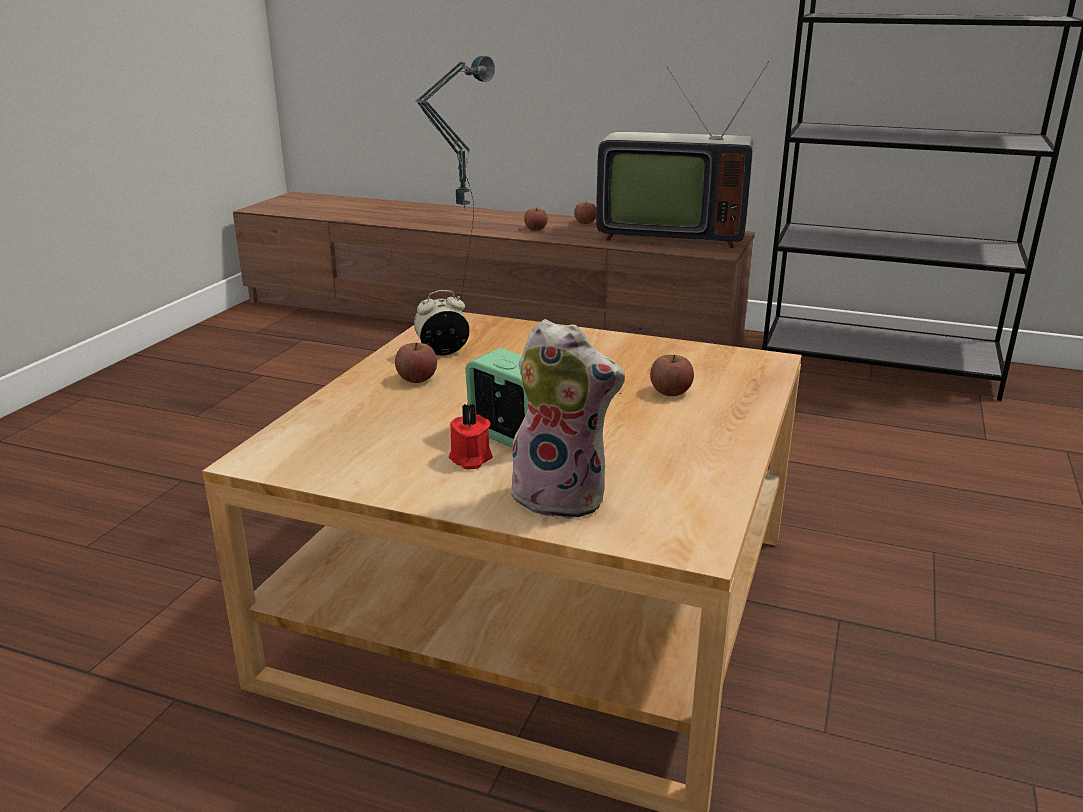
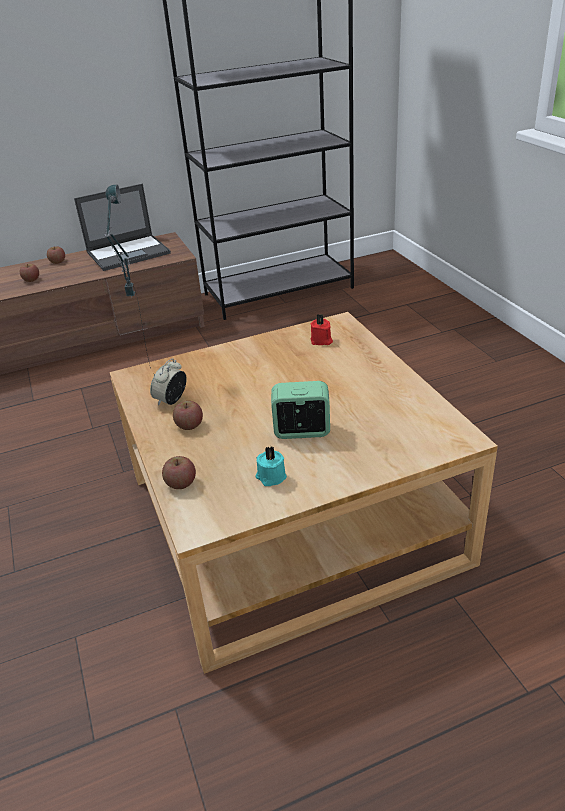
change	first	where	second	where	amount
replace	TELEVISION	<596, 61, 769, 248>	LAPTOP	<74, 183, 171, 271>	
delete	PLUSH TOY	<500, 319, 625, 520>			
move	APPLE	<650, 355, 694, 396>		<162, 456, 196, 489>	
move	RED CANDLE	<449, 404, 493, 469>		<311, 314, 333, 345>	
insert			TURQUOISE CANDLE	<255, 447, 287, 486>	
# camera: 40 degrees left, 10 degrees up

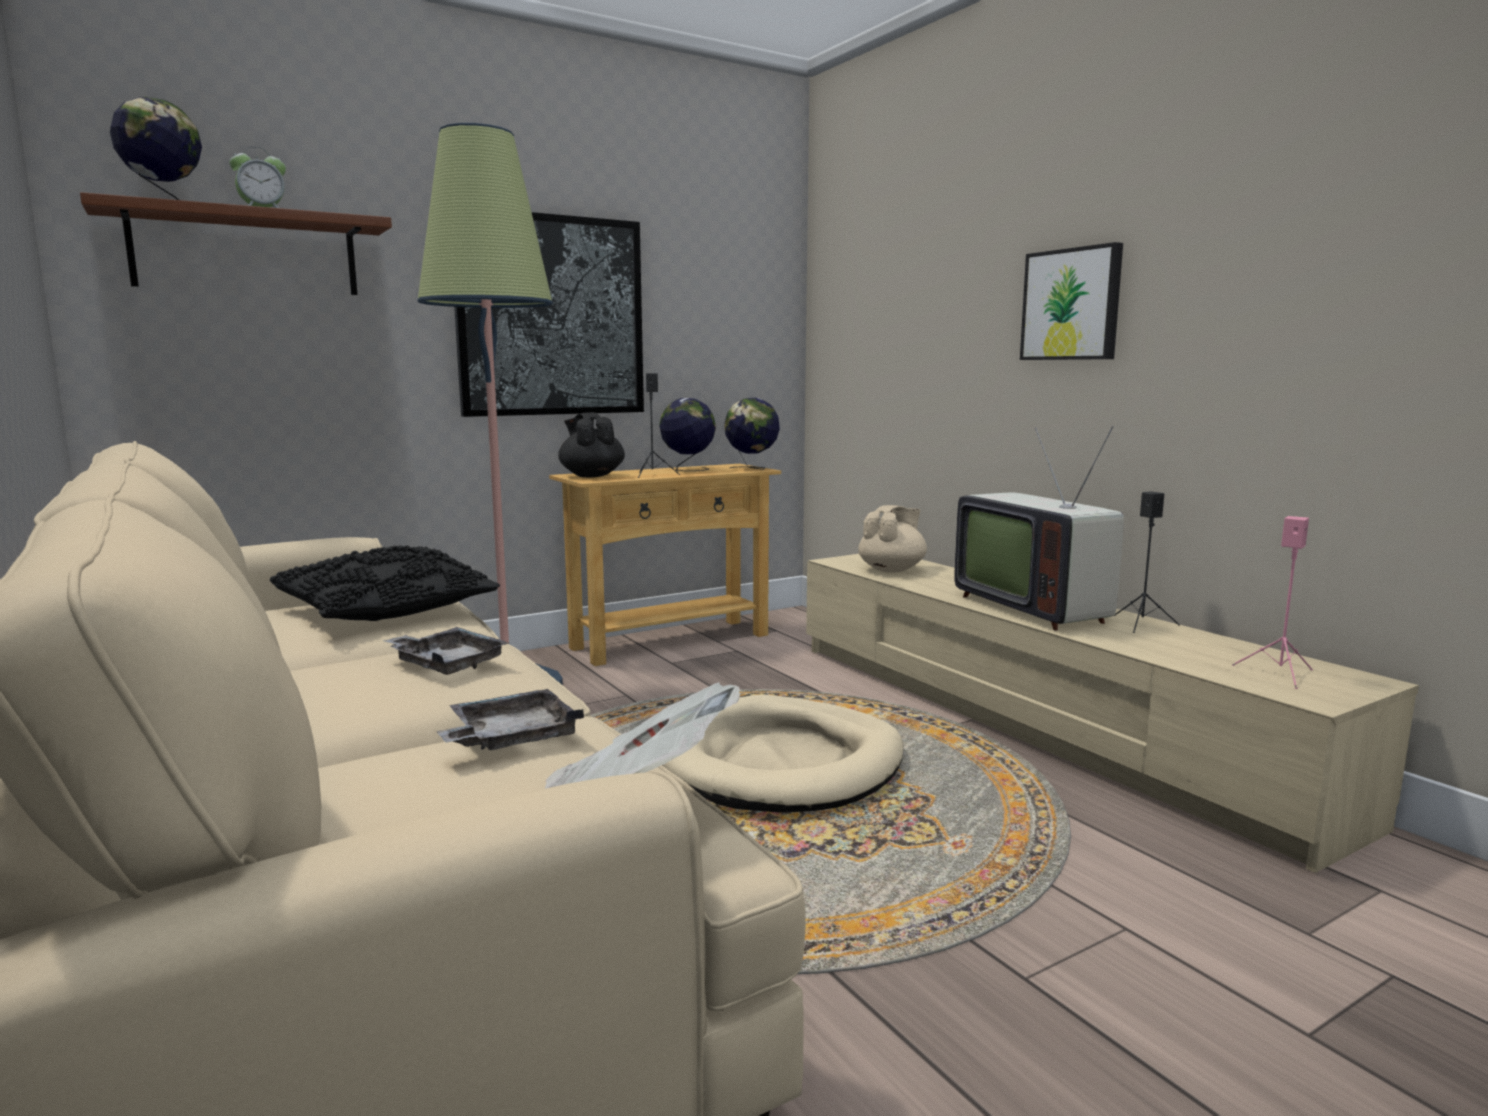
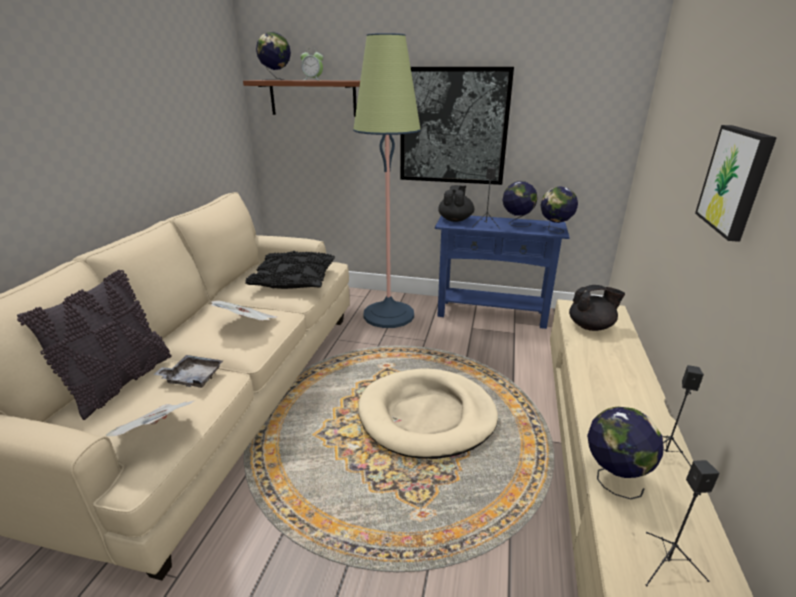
change	first	where	second	where	amount
delete	TELEVISION	<954, 426, 1124, 631>			
recolor	BEIGE CONSOLE TABLE	<549, 464, 781, 666>	BLUE CONSOLE TABLE	<435, 216, 570, 329>	
recolor	BEIGE TEAPOT	<858, 505, 927, 572>	BLACK TEAPOT	<569, 285, 625, 331>	
recolor	PINK SPEAKER	<1232, 516, 1313, 689>	BLACK SPEAKER	<646, 460, 720, 586>	
replace	GREY TRAY	<383, 627, 508, 675>	NEWSPAPER	<210, 300, 278, 321>	
insert			BLACK PILLOW	<17, 270, 171, 420>	
insert			GLOBE	<587, 407, 664, 499>	
# camera: 45 degrees right, 15 degrees up

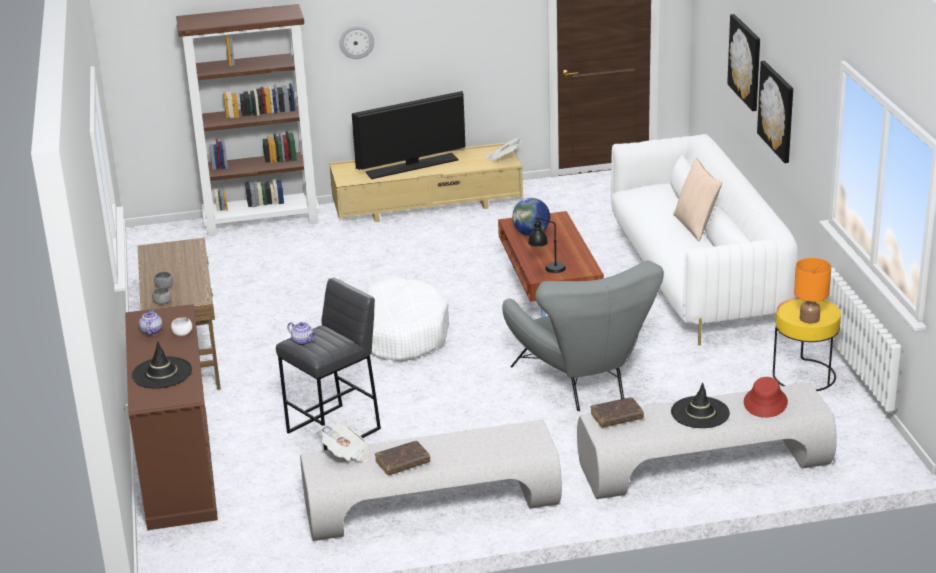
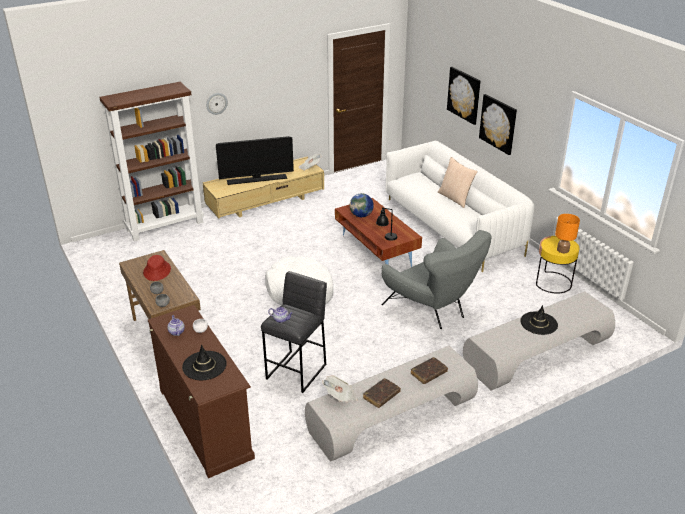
change	first	where	second	where	amount
rotate	TELEVISION	<352, 91, 466, 179>		<216, 136, 294, 185>	150 degrees counterclockwise
move	RED HAT	<744, 377, 788, 418>		<143, 255, 171, 281>	
move	BROWN BOOK	<590, 397, 644, 427>		<411, 357, 448, 384>	
# camera: 20 degrees left, 5 degrees up

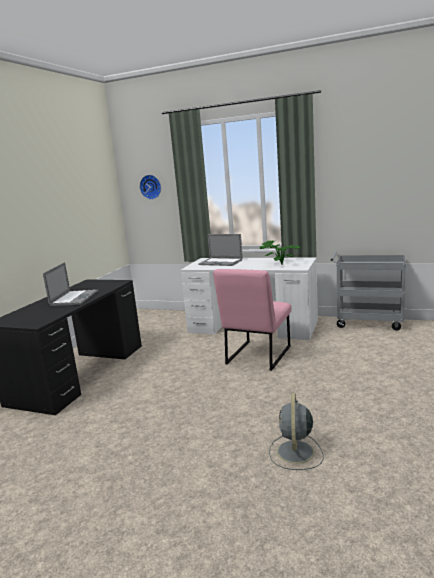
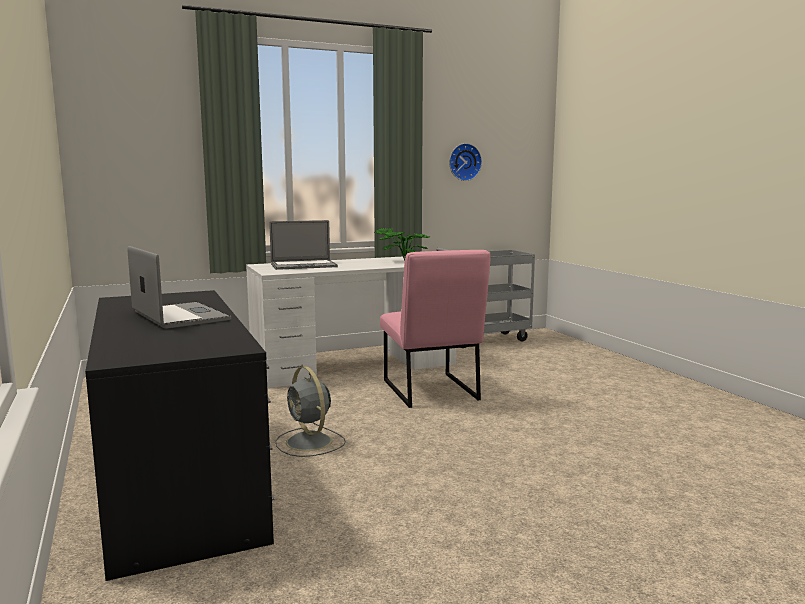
change	first	where	second	where	amount
move	WALL CLOCK	<140, 175, 161, 200>		<449, 143, 482, 181>	
move	GREY FAN	<269, 393, 324, 470>		<276, 366, 346, 457>	
# camera: 45 degrees left, 5 degrees down

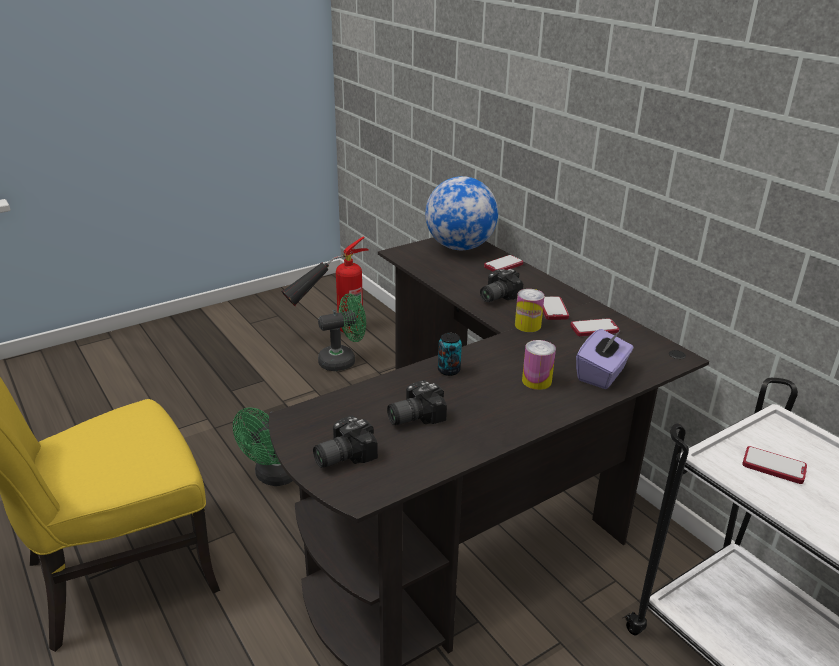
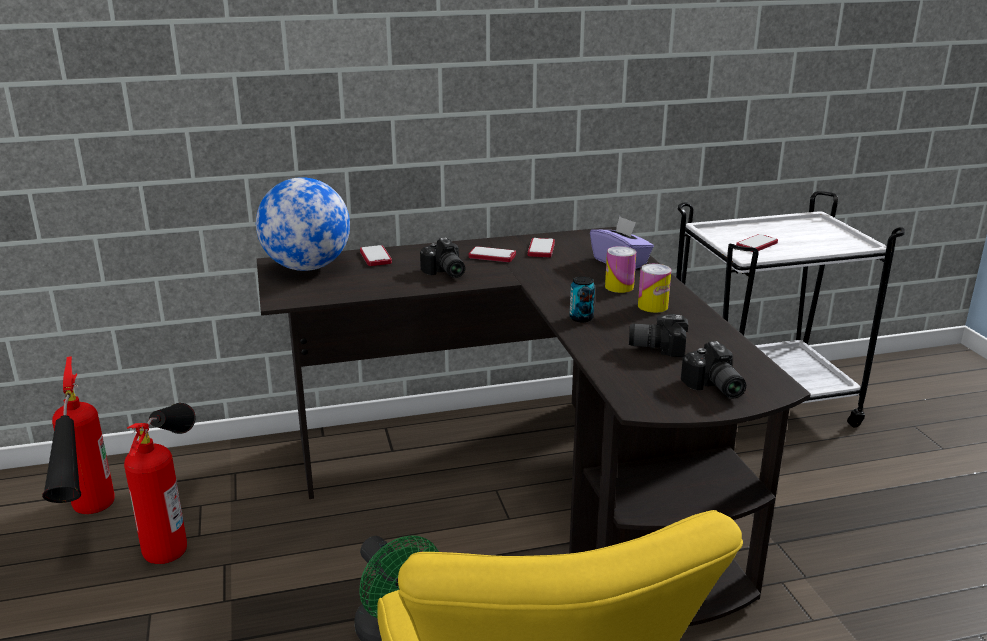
change	first	where	second	where	amount
move	CAN	<515, 289, 544, 332>		<638, 264, 671, 313>	
replace	GREEN FAN	<318, 294, 366, 371>	FIRE EXTINGUISHER	<124, 403, 196, 564>	
rotate	PHOTO CAMERA	<387, 380, 447, 425>		<629, 314, 688, 357>	105 degrees clockwise
# camera: 70 degrees left, 5 degrees down

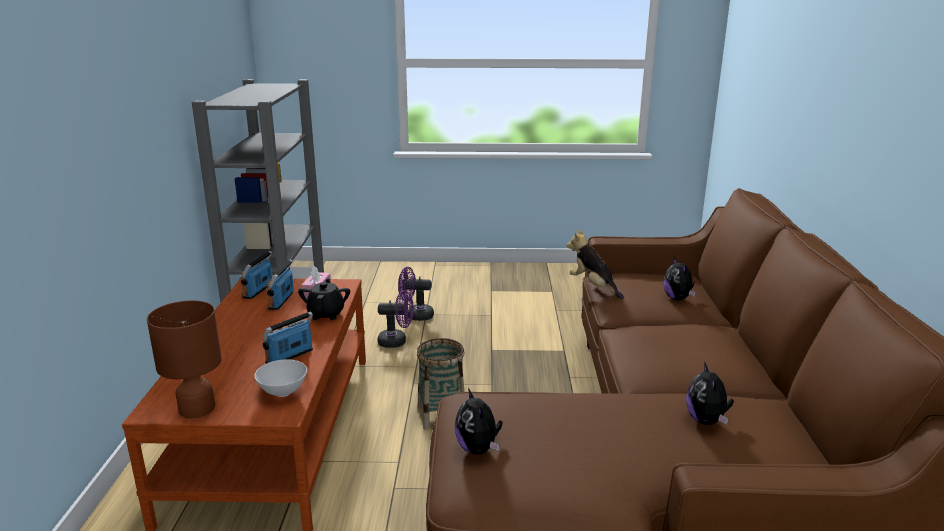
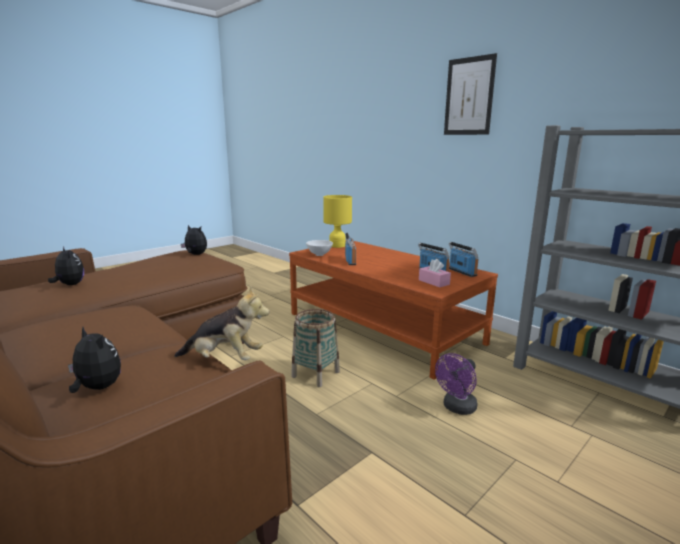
change	first	where	second	where	amount
delete	PURPLE FAN	<398, 267, 434, 321>			
delete	BLACK TEAPOT	<298, 279, 350, 320>			
recolor	BROWN TABLE LAMP	<147, 300, 222, 418>	YELLOW TABLE LAMP	<323, 195, 352, 248>	
insert			PICTURE	<444, 53, 497, 135>	
# camera: 135 degrees right, 5 degrees down

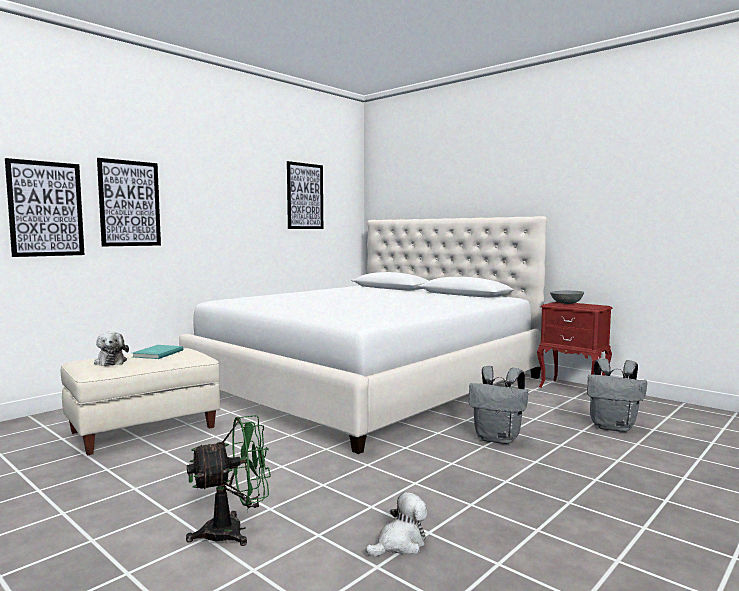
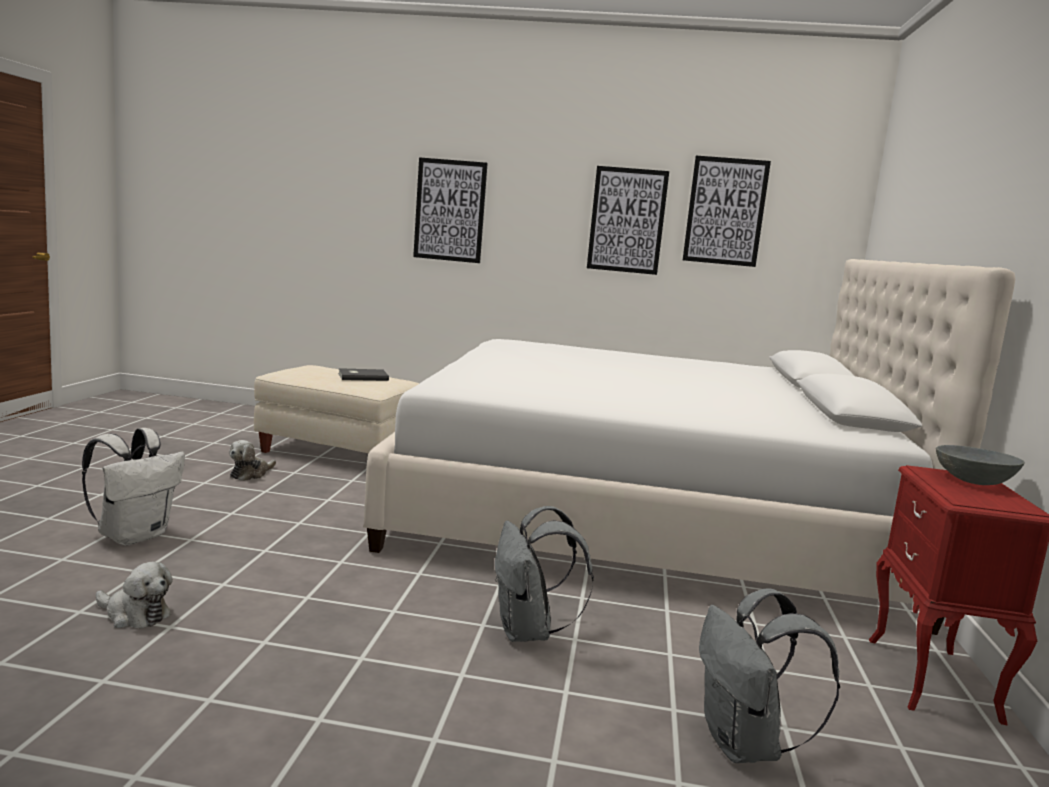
change	first	where	second	where	amount
move	PICTURE	<5, 158, 84, 257>		<587, 166, 669, 275>	
move	PLUSH TOY	<94, 332, 129, 366>		<229, 440, 276, 481>	
recolor	TURQUOISE BOOK	<133, 345, 183, 359>	GREY BOOK	<338, 368, 389, 381>	
replace	GREEN FAN	<186, 415, 271, 546>	WHITE BACKPACK	<82, 428, 185, 546>	
# camera: 55 degrees right, 5 degrees up

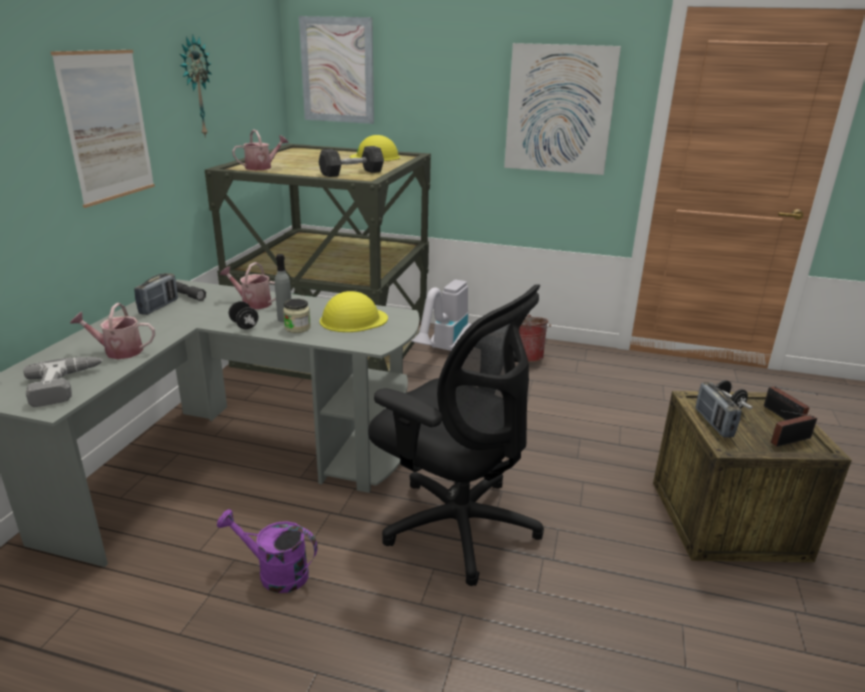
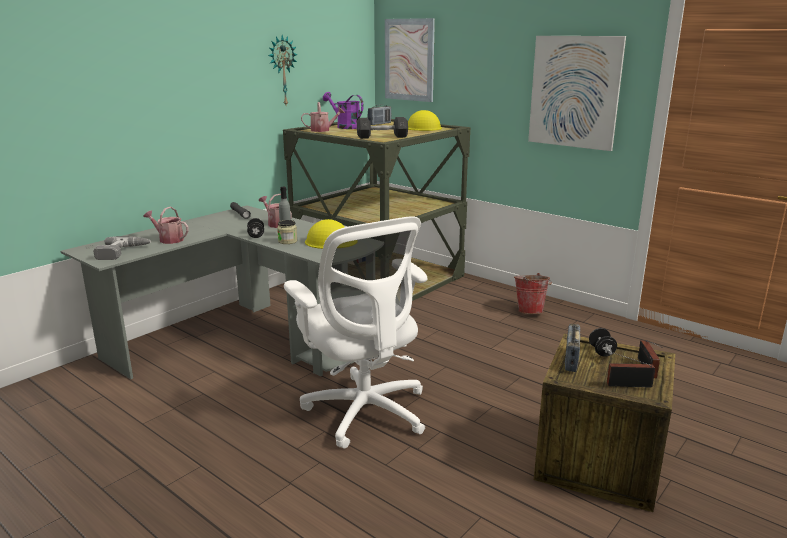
change	first	where	second	where	amount
delete	PICTURE	<50, 50, 155, 208>			
move	RADIO	<134, 273, 178, 315>		<368, 105, 392, 125>	
delete	VACUUM CLEANER	<411, 280, 472, 351>			
recolor	BLACK OFFICE CHAIR	<368, 284, 544, 586>	WHITE OFFICE CHAIR	<284, 216, 427, 449>	
move	PURPLE WATERING CAN	<217, 509, 318, 593>		<323, 92, 364, 129>	
# camera: 25 degrees right, 5 degrees down

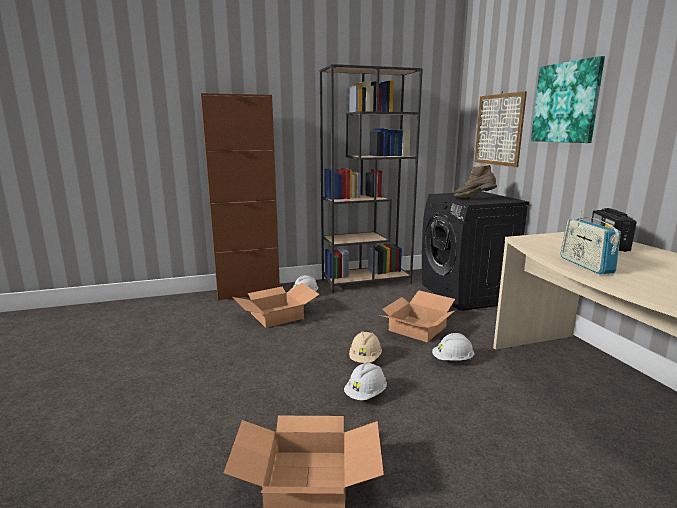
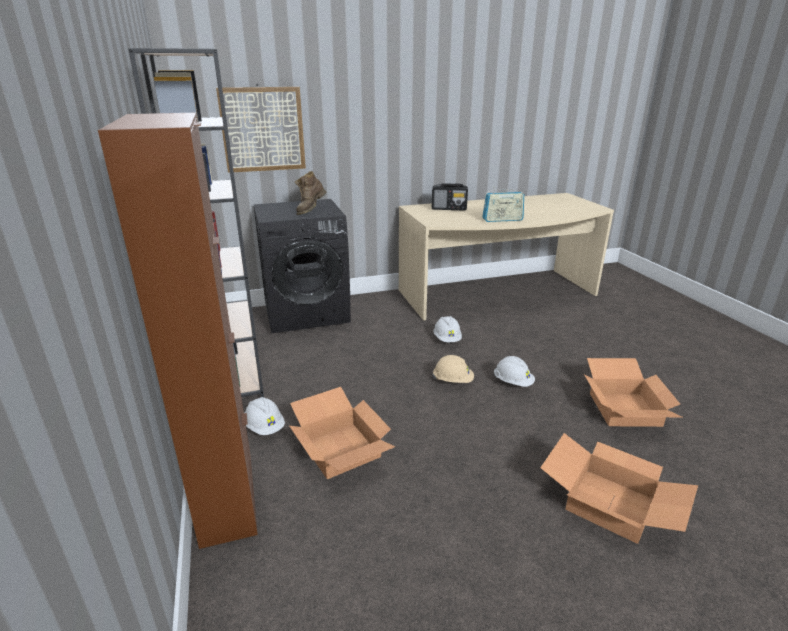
change	first	where	second	where	amount
delete	PICTURE	<531, 56, 605, 143>			
move	CARDBOARD BOX	<380, 290, 455, 342>		<540, 433, 698, 544>	
# camera: 90 degrees left, 10 degrees up

